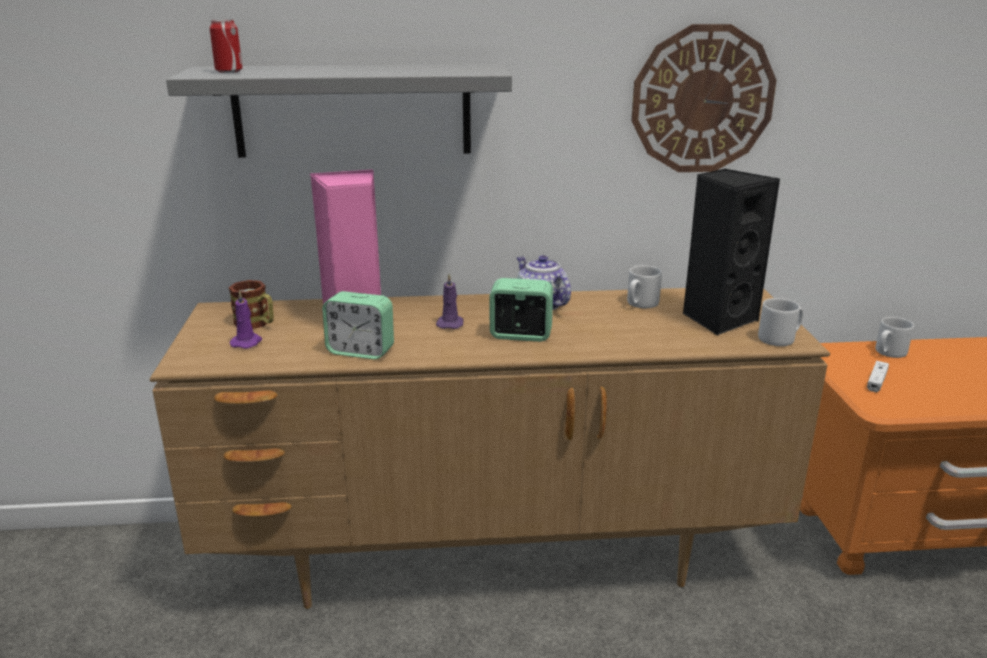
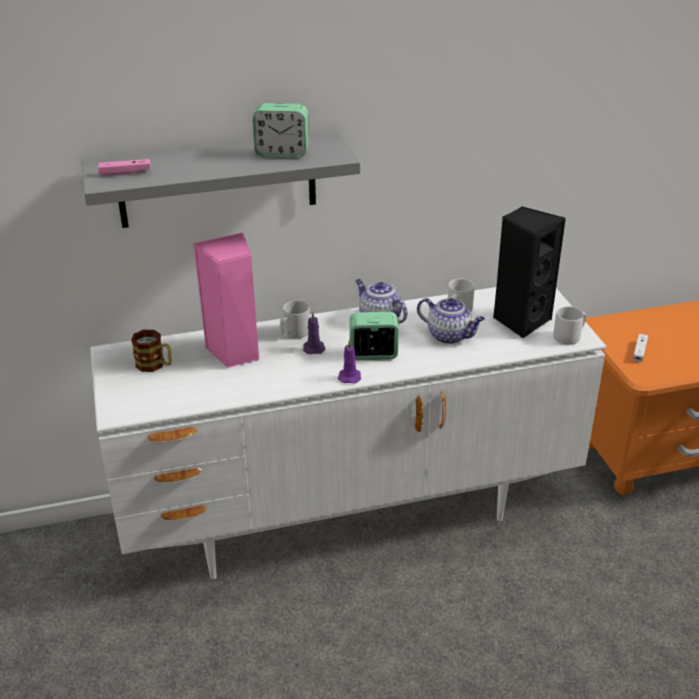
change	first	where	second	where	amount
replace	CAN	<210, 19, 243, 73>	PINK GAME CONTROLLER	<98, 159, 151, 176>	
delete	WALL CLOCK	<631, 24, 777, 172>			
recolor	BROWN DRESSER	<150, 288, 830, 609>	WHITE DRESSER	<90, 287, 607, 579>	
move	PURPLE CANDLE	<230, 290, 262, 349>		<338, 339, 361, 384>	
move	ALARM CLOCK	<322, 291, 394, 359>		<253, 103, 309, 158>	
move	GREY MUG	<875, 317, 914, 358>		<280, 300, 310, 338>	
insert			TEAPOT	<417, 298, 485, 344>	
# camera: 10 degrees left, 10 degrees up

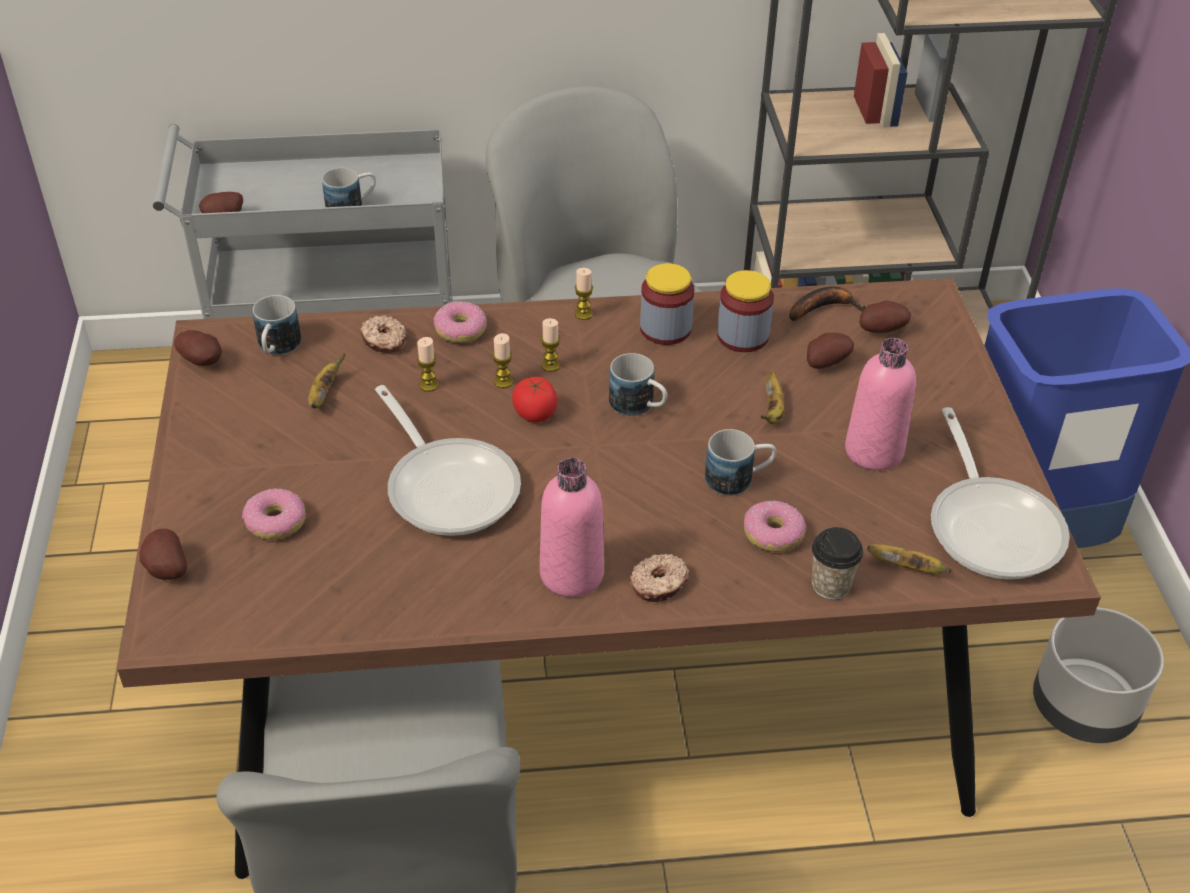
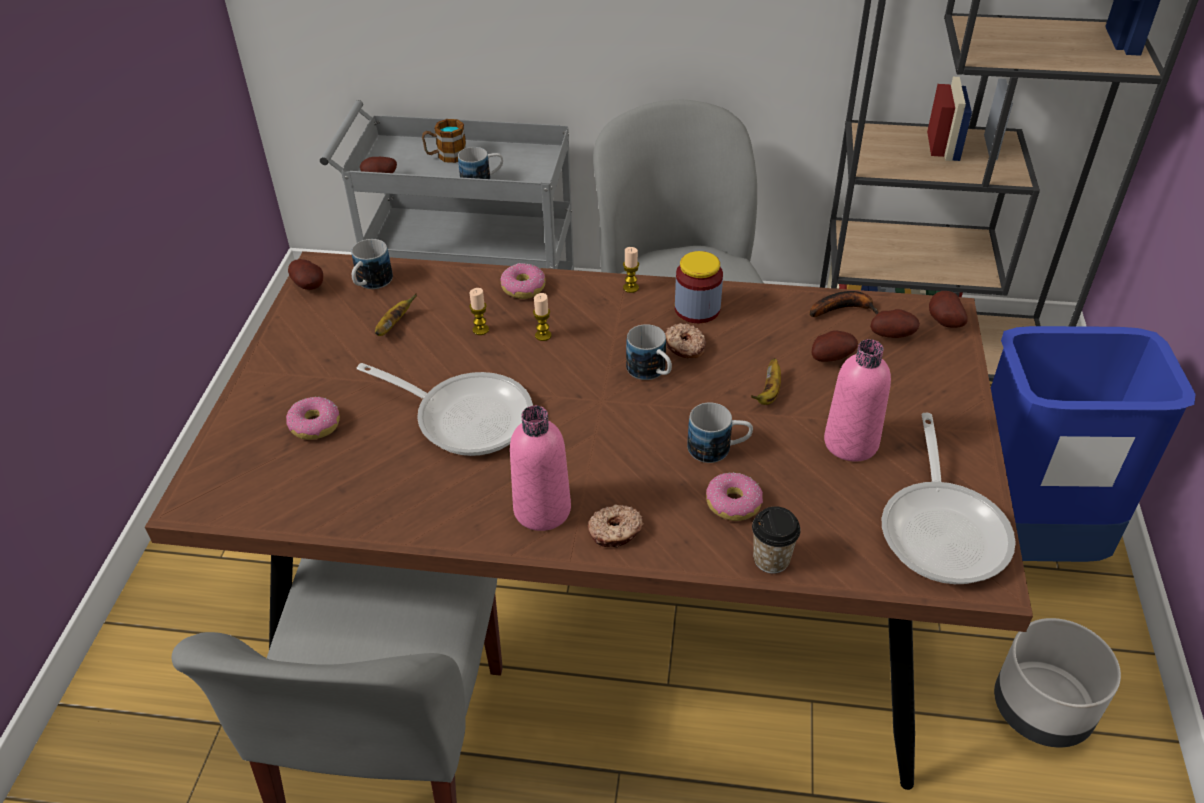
change	first	where	second	where	amount
delete	JAR	<717, 270, 774, 352>			
move	DONUT	<360, 315, 407, 353>		<665, 323, 706, 359>	
delete	CANDLE	<541, 318, 560, 372>			
delete	TOMATO	<512, 377, 558, 423>			
rotate	FRYING PAN	<375, 385, 521, 536>		<357, 363, 533, 456>	45 degrees counterclockwise
move	POTATO	<140, 529, 187, 580>		<929, 291, 968, 328>	
delete	BANANA	<867, 544, 952, 574>			
insert			MUG	<422, 119, 466, 163>	
# camera: 15 degrees right, 0 degrees up

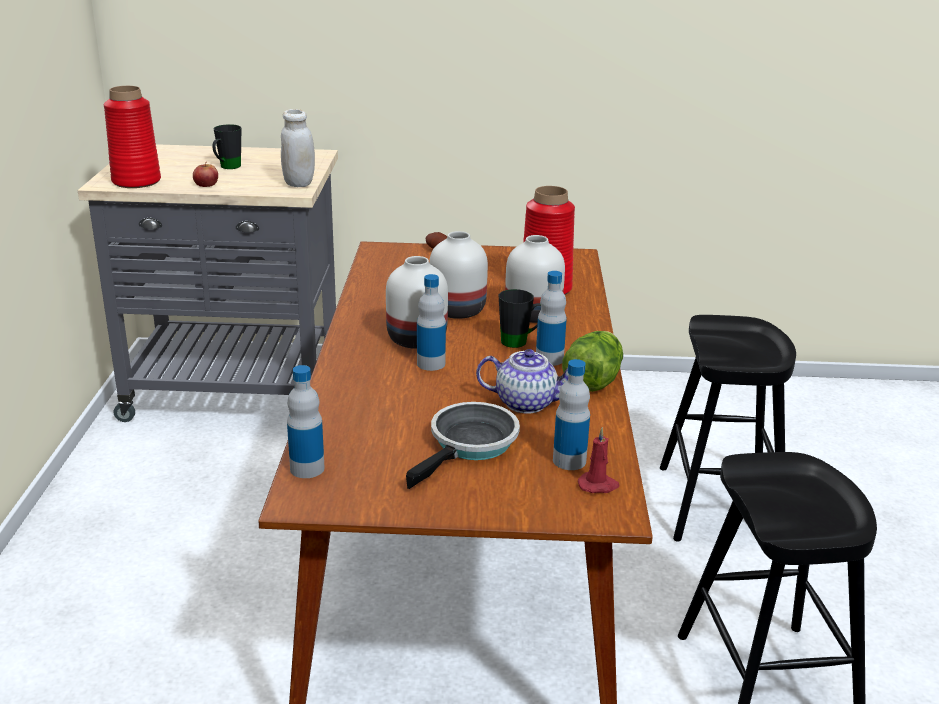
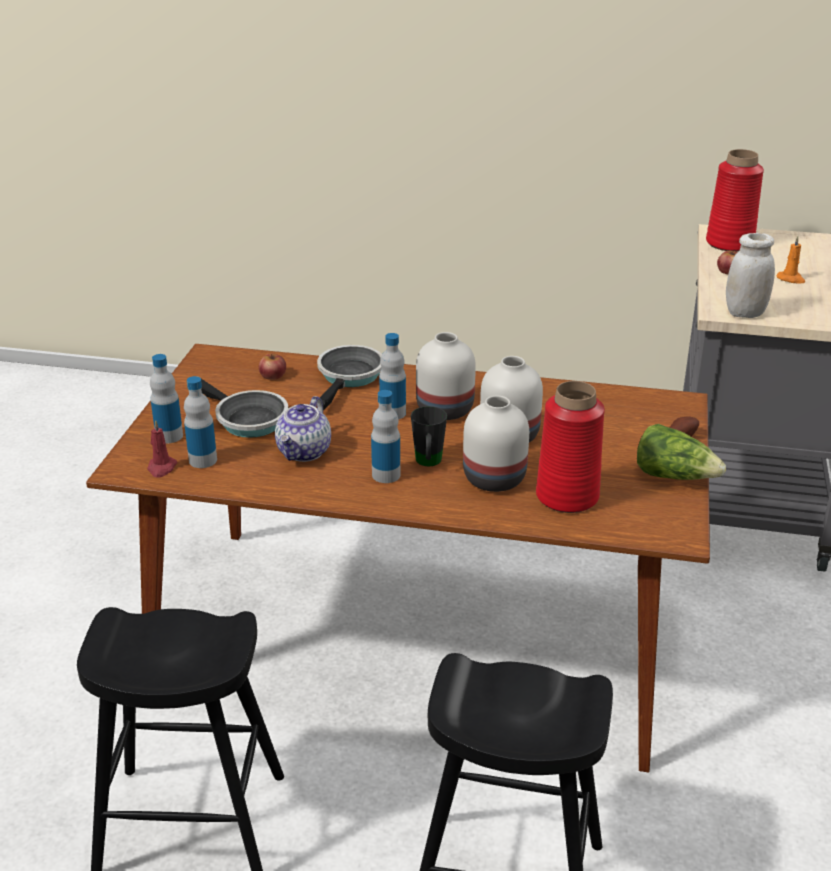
change	first	where	second	where	amount
replace	BLACK MUG	<212, 124, 241, 169>	ORANGE CANDLE	<777, 236, 805, 284>	
move	LETTUCE	<562, 331, 623, 392>		<637, 424, 726, 480>	
move	BOTTLE	<287, 365, 325, 478>		<150, 354, 183, 443>	
insert			FRYING PAN	<317, 345, 382, 411>	
insert			APPLE	<259, 354, 286, 380>	
# camera: 100 degrees right, 5 degrees up

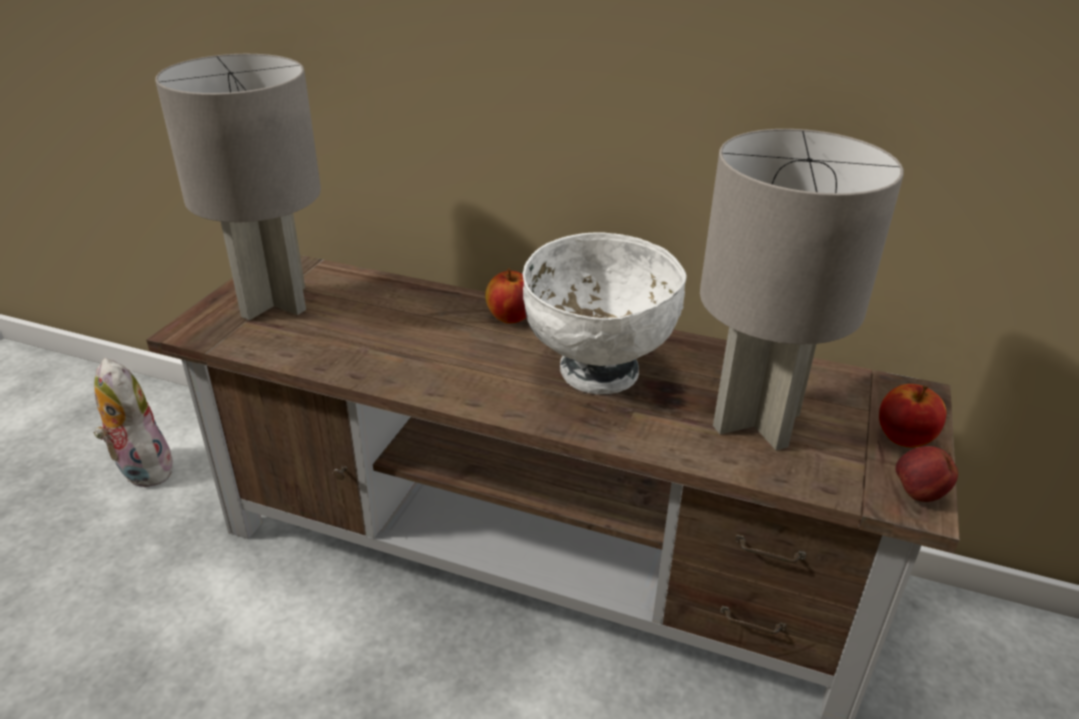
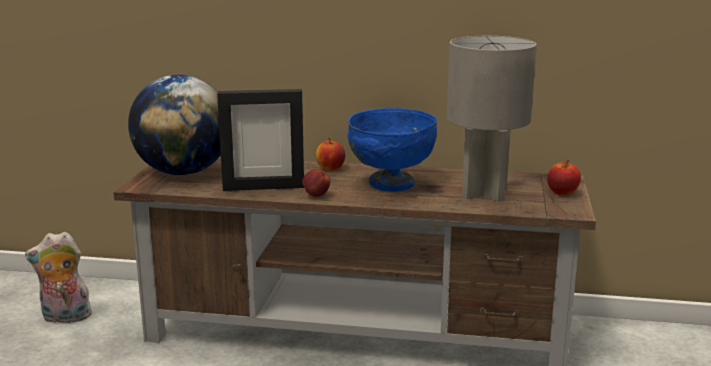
change	first	where	second	where	amount
replace	GREY TABLE LAMP	<155, 54, 321, 320>	GLOBE	<128, 75, 221, 175>	
recolor	WHITE BOWL	<522, 232, 687, 395>	BLUE BOWL	<347, 108, 437, 192>	
rotate	PLUSH TOY	<94, 358, 175, 487>		<25, 231, 92, 323>	45 degrees counterclockwise
move	APPLE	<896, 446, 958, 502>		<302, 169, 330, 197>	
insert			PICTURE FRAME	<217, 89, 304, 191>	
# camera: 10 degrees left, 15 degrees down

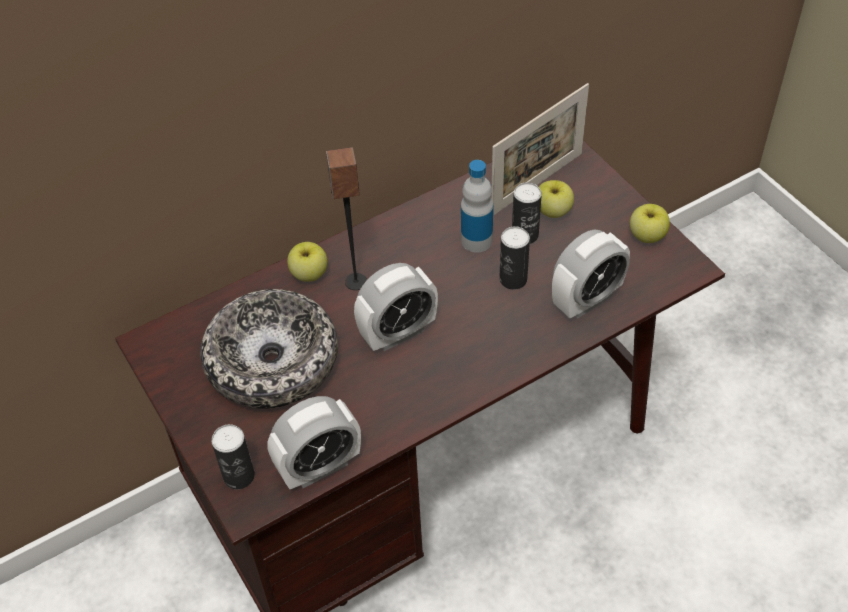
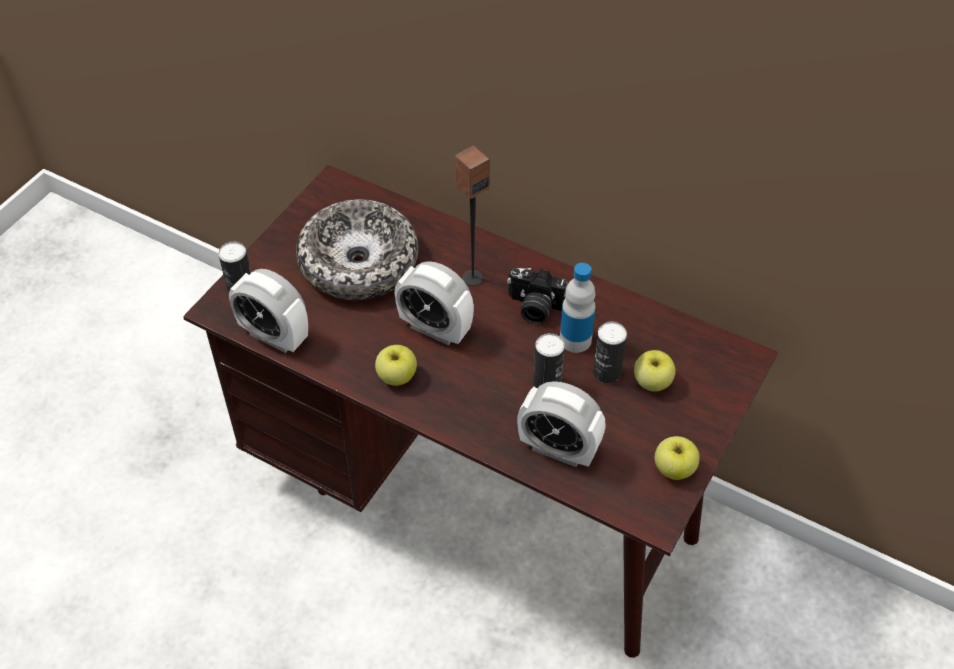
change	first	where	second	where	amount
delete	PICTURE FRAME	<491, 83, 589, 215>			
move	APPLE	<287, 242, 327, 282>		<375, 345, 417, 386>	
insert			PHOTO CAMERA	<507, 268, 569, 324>	
# camera: 60 degrees right, 0 degrees up

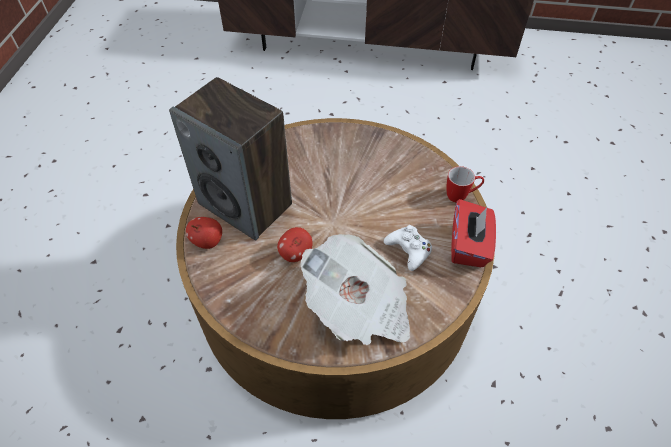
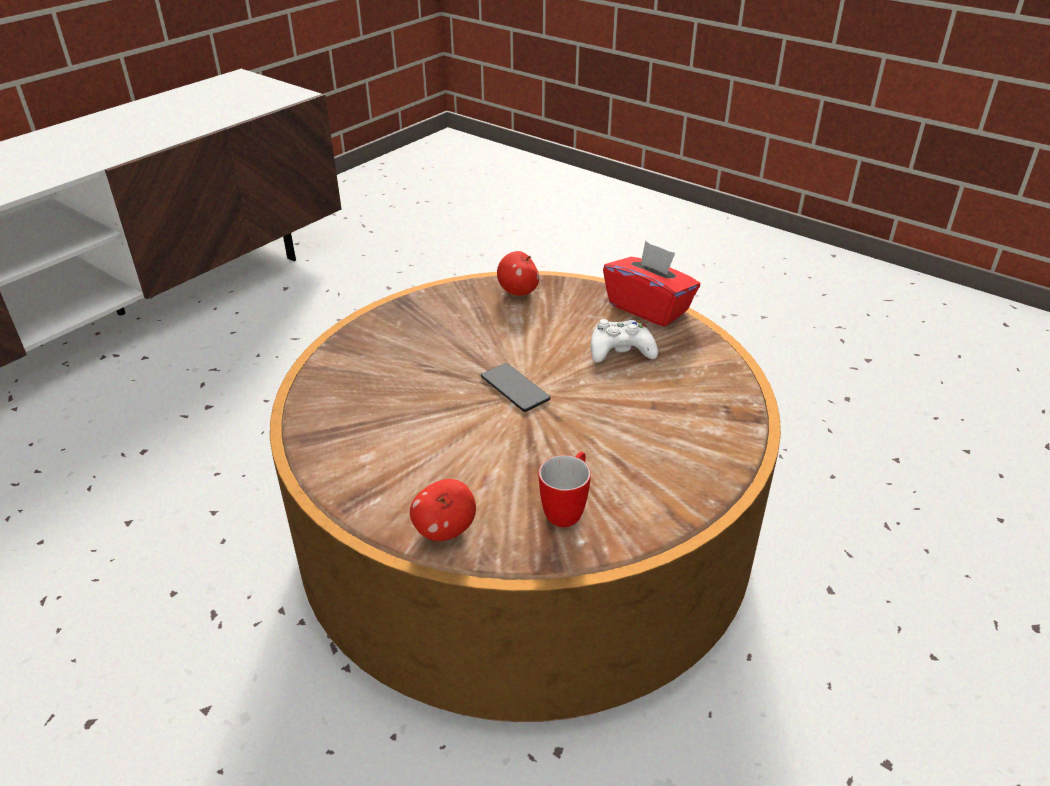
change	first	where	second	where	amount
delete	SPEAKER	<169, 77, 292, 240>			
move	MUG	<446, 166, 484, 202>		<539, 452, 591, 527>	
move	APPLE	<277, 227, 313, 262>		<497, 251, 539, 296>	
delete	NEWSPAPER	<300, 234, 410, 345>			
insert			PHONE	<481, 363, 550, 412>	
# camera: 60 degrees left, 15 degrees down

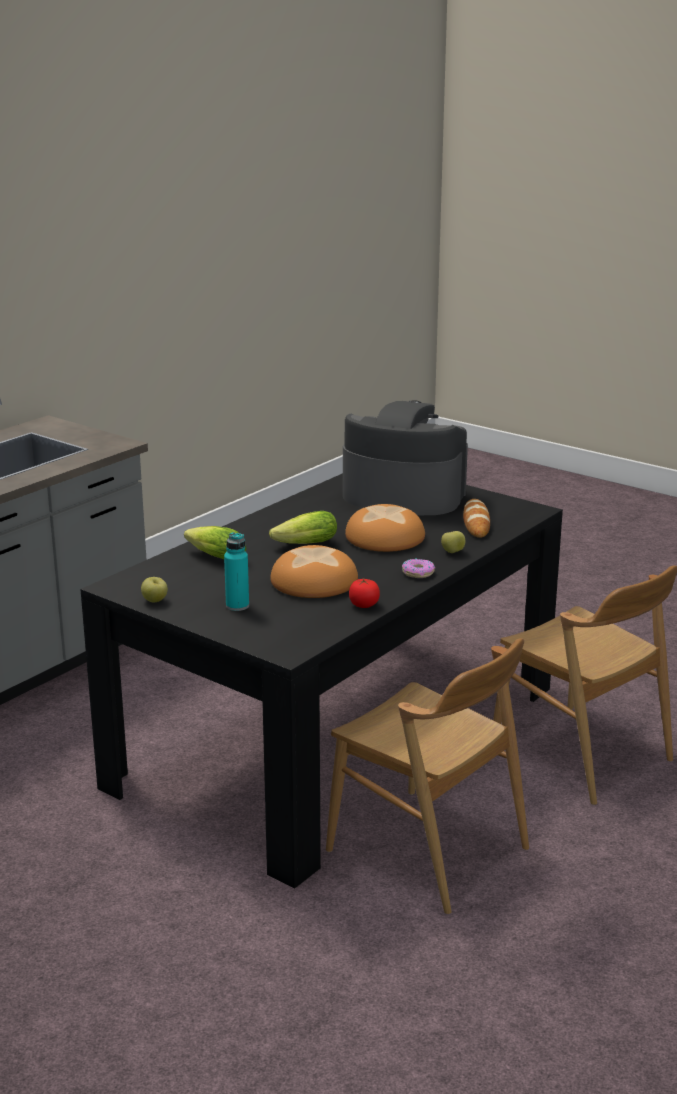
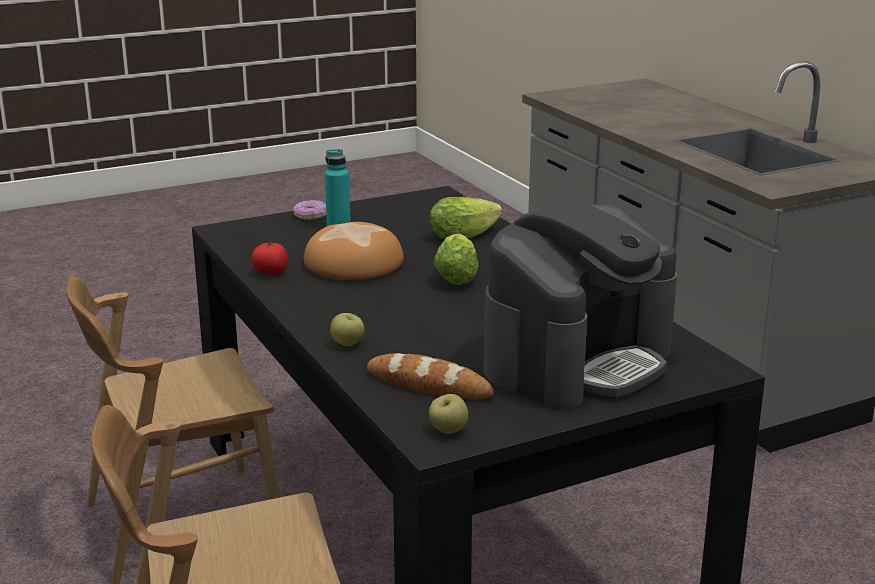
change	first	where	second	where	amount
delete	BREAD	<345, 504, 425, 552>			
move	DONUT	<402, 558, 435, 578>		<293, 200, 326, 220>	
move	APPLE	<141, 577, 168, 602>		<429, 394, 468, 434>	
# camera: 115 degrees right, 0 degrees up

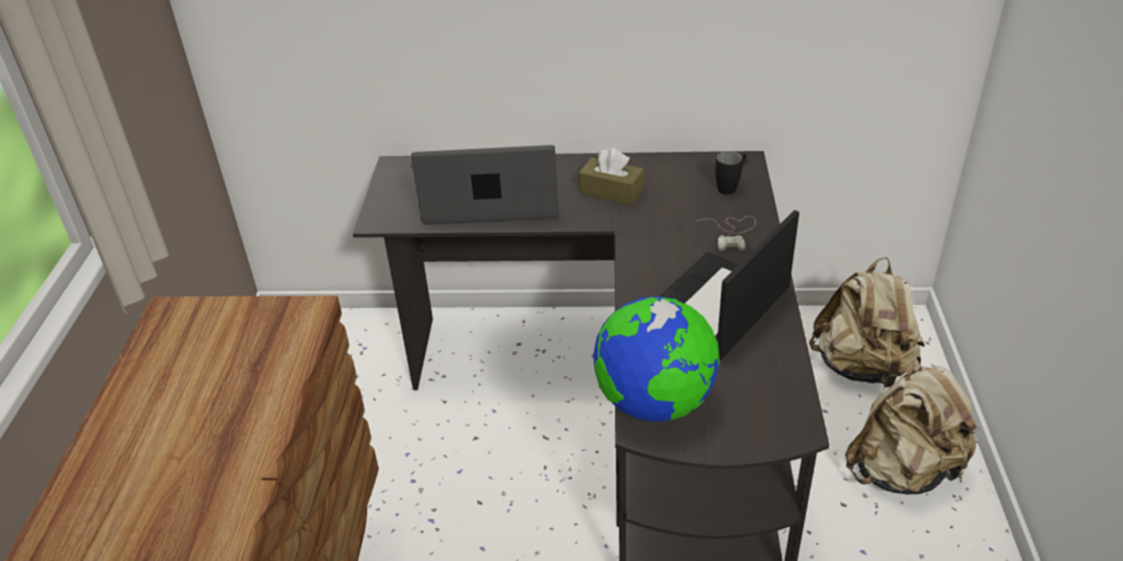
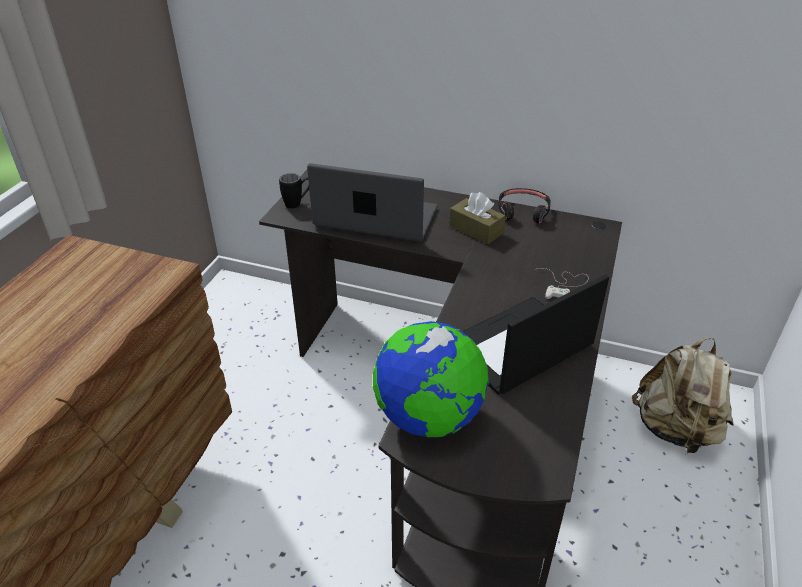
change	first	where	second	where	amount
move	BLACK MUG	<715, 151, 746, 195>		<279, 173, 309, 209>	
delete	BEIGE BACKPACK	<845, 355, 980, 495>			
insert			BLACK HEADPHONES	<498, 188, 551, 224>	
# camera: 15 degrees right, 0 degrees up

